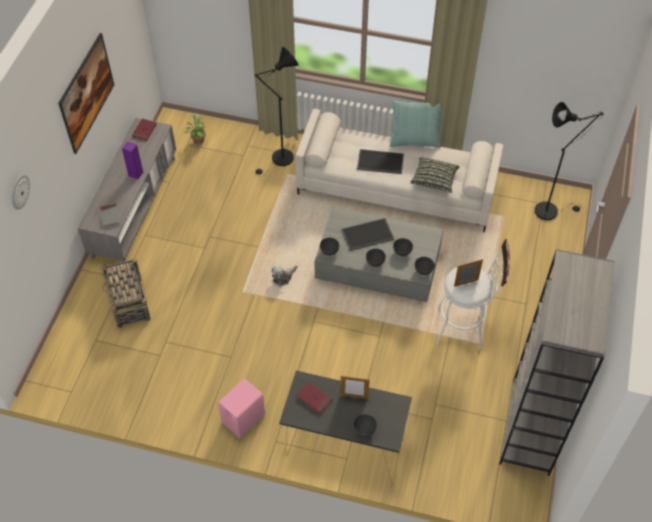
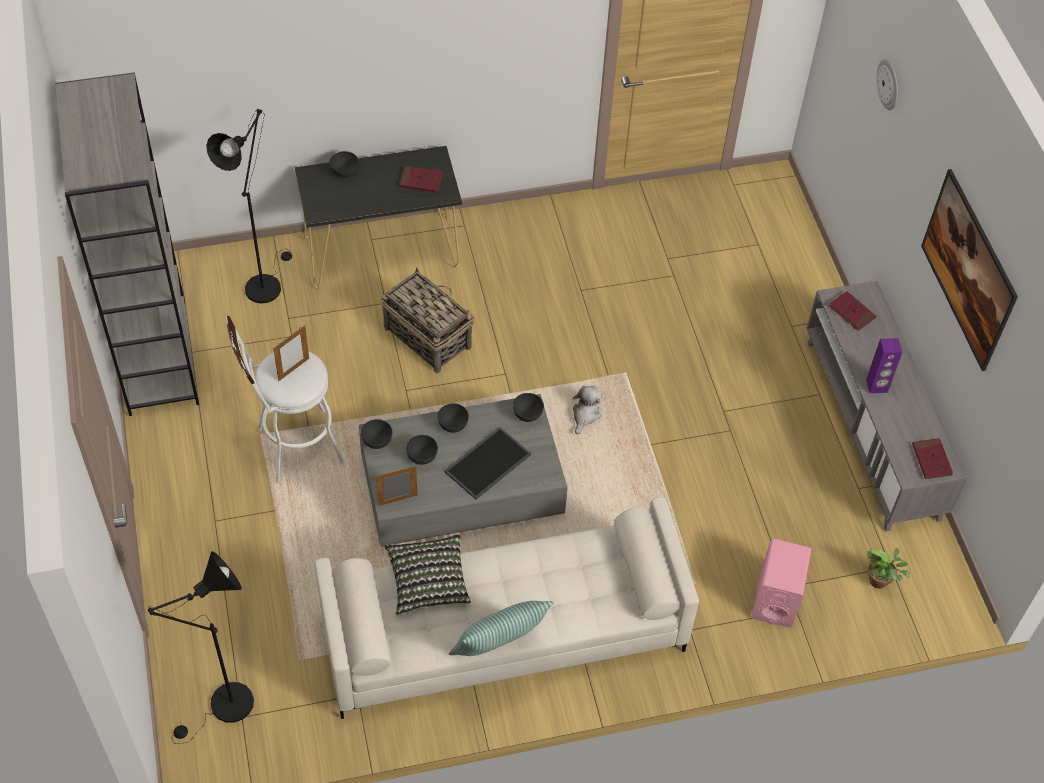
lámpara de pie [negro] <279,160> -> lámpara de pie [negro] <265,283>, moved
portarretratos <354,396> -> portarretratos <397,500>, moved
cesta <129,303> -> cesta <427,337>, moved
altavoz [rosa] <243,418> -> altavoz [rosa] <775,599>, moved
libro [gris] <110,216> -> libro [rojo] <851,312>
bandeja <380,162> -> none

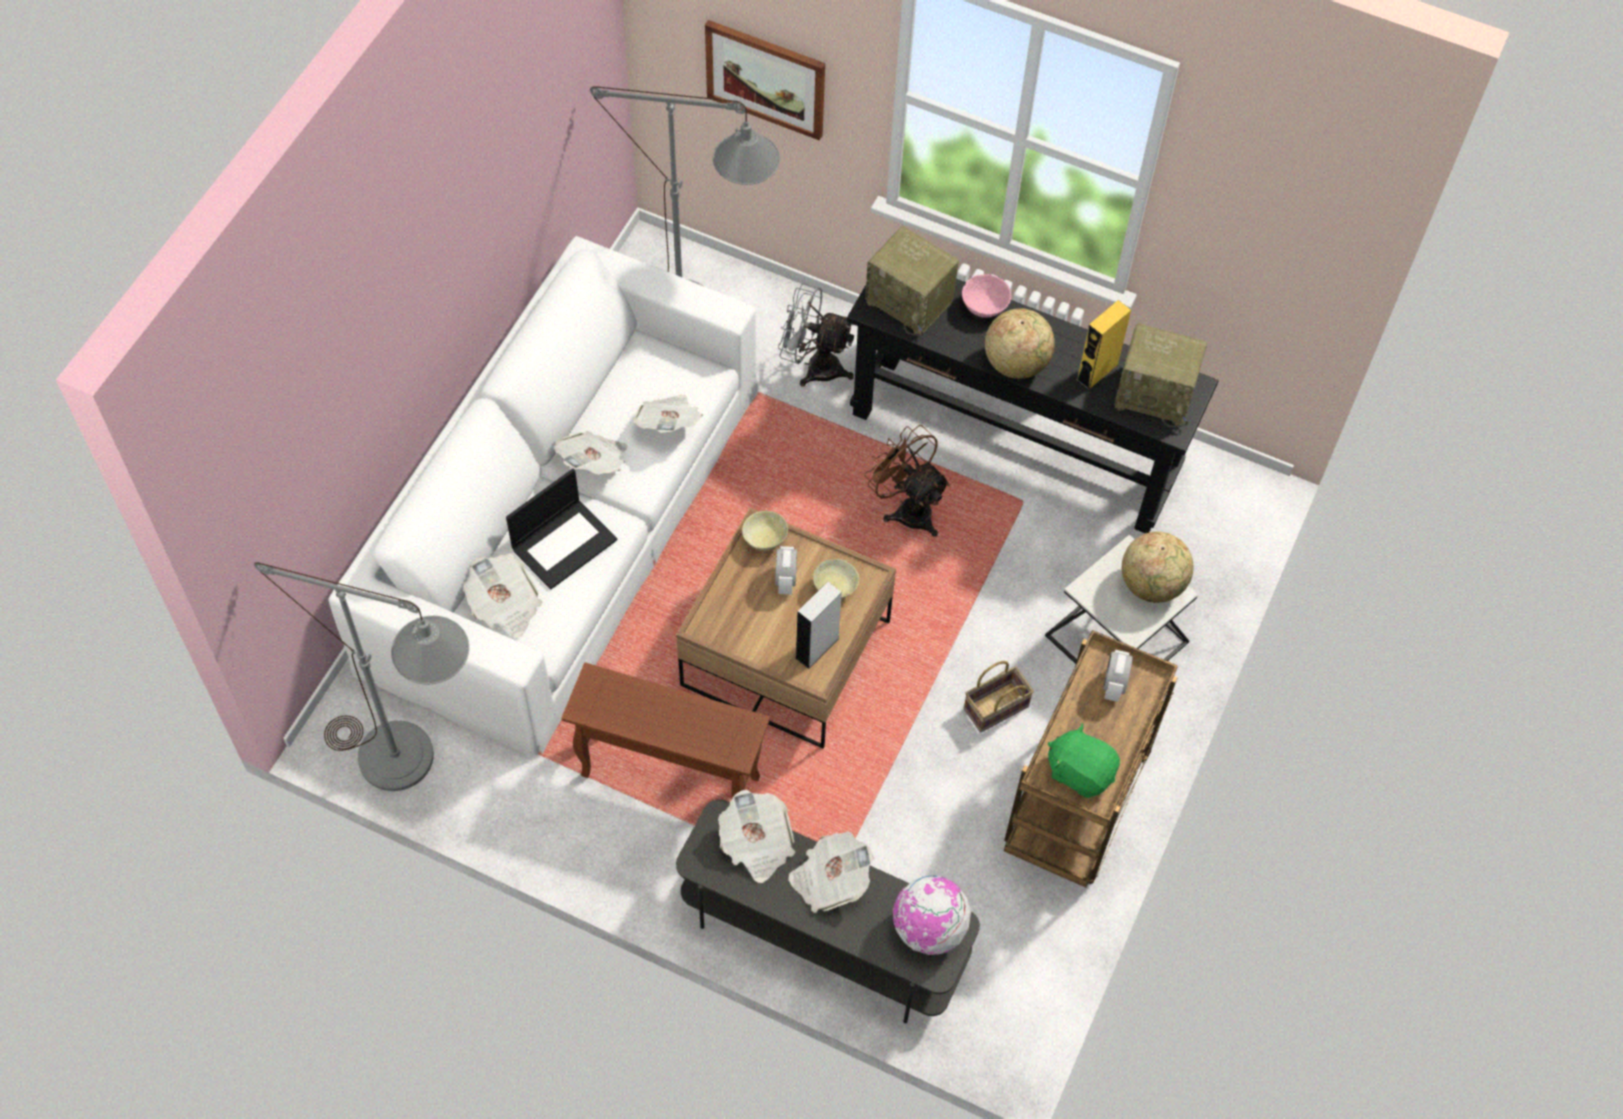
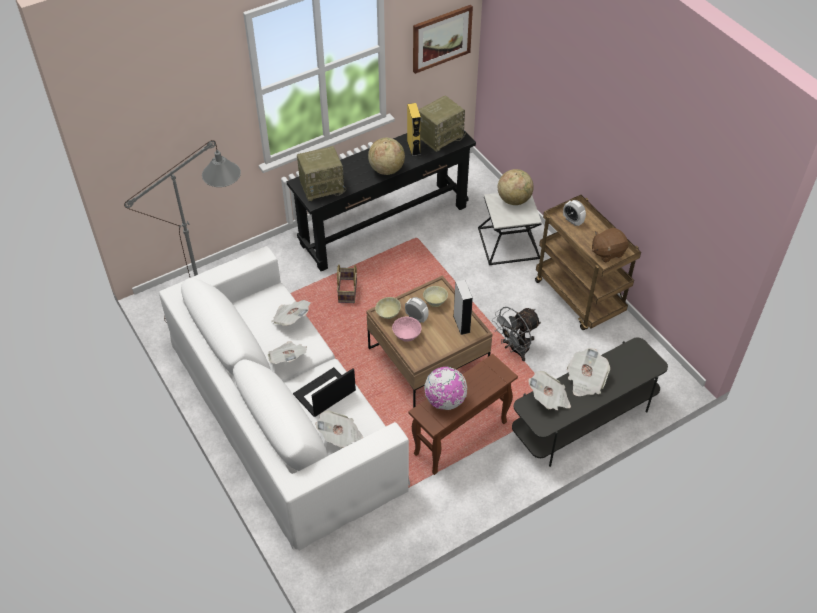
portátil <564,543> -> portátil <324,393>, 120 degrees counterclockwise
cesta <995,709> -> cesta <348,292>, moved
cuenco [rosa] <984,307> -> cuenco [rosa] <406,335>, moved
cuadro <766,78> -> cuadro <441,38>, moved
globo terráqueo <928,929> -> globo terráqueo <445,401>, moved
ventilador [gris] <814,366> -> ventilador [gris] <515,350>, moved
peluche [verde] <1080,771> -> peluche [marrón] <607,252>
lámpara de pie [gris] <415,766> -> none
ventilador [marrón] <907,508> -> none

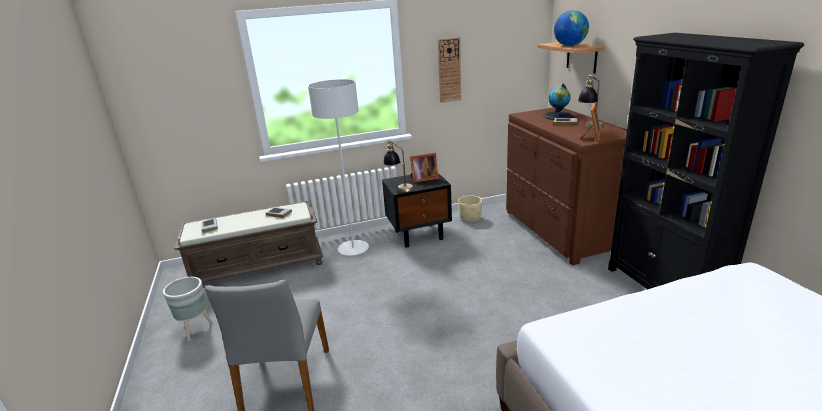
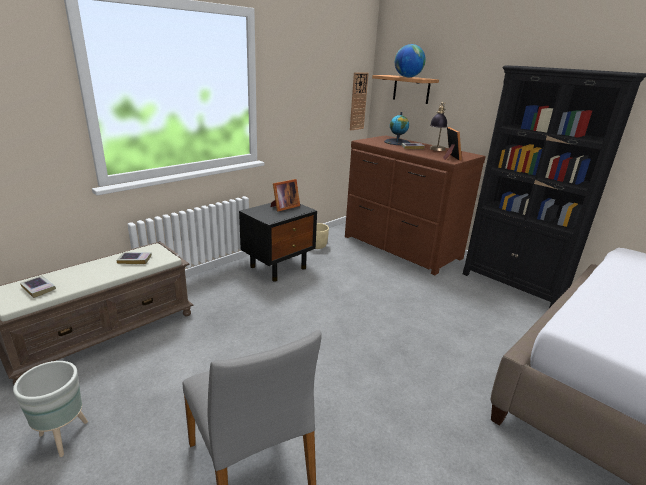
reloj de pared <449,70> -> reloj de pared <358,101>, moved
lámpara de pie [gris] <353,249> -> none
lámpara de mesa <399,187> -> none

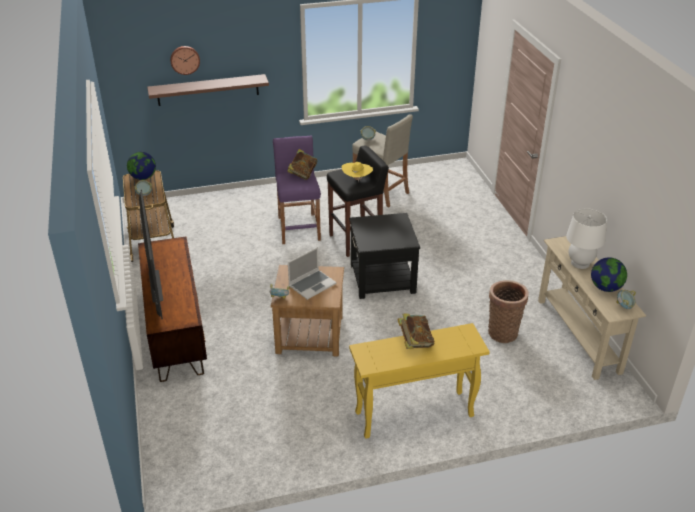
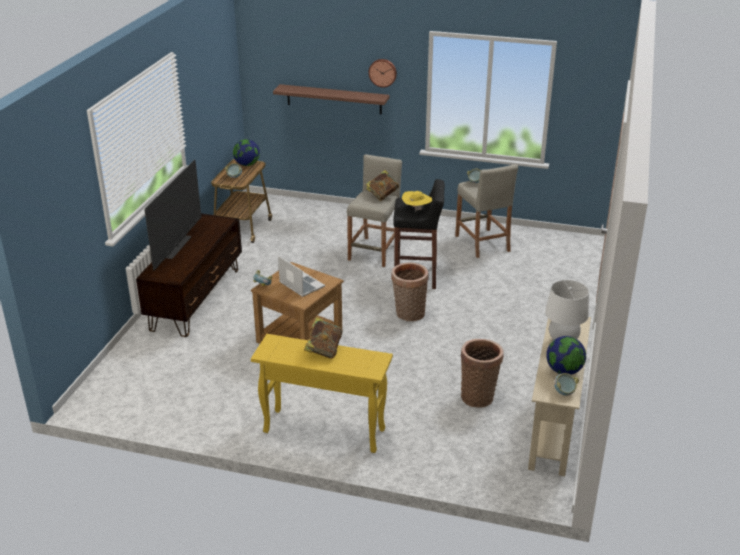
portátil <312,285> -> portátil <301,285>, 120 degrees counterclockwise
taburete [morado] <299,228> -> taburete [beis] <375,252>
reloj de pared <185,59> -> reloj de pared <383,72>, moved
mesa auxiliar [negro] <382,278> -> cesta <408,314>

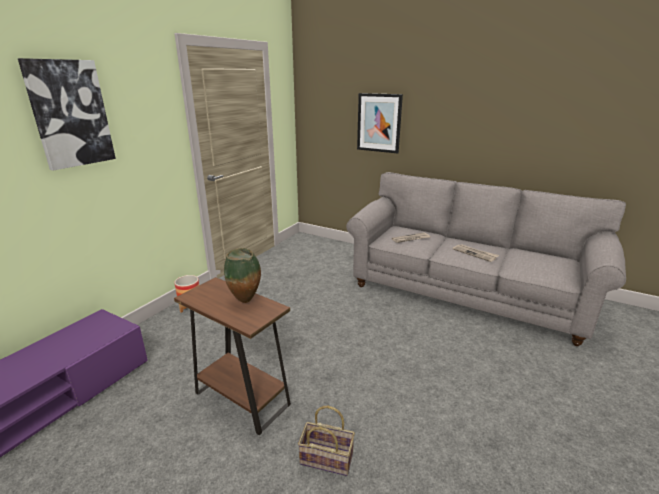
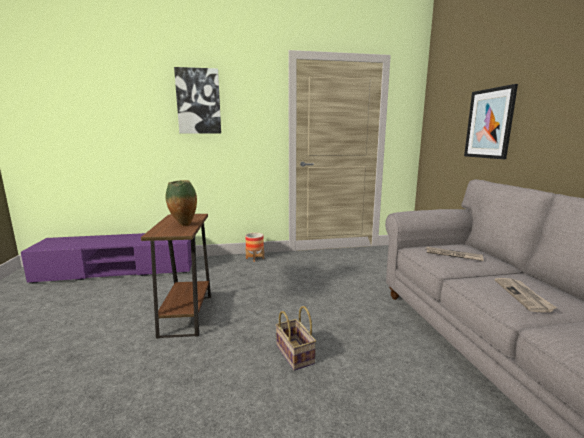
cesta <328,458> -> cesta <296,355>, moved

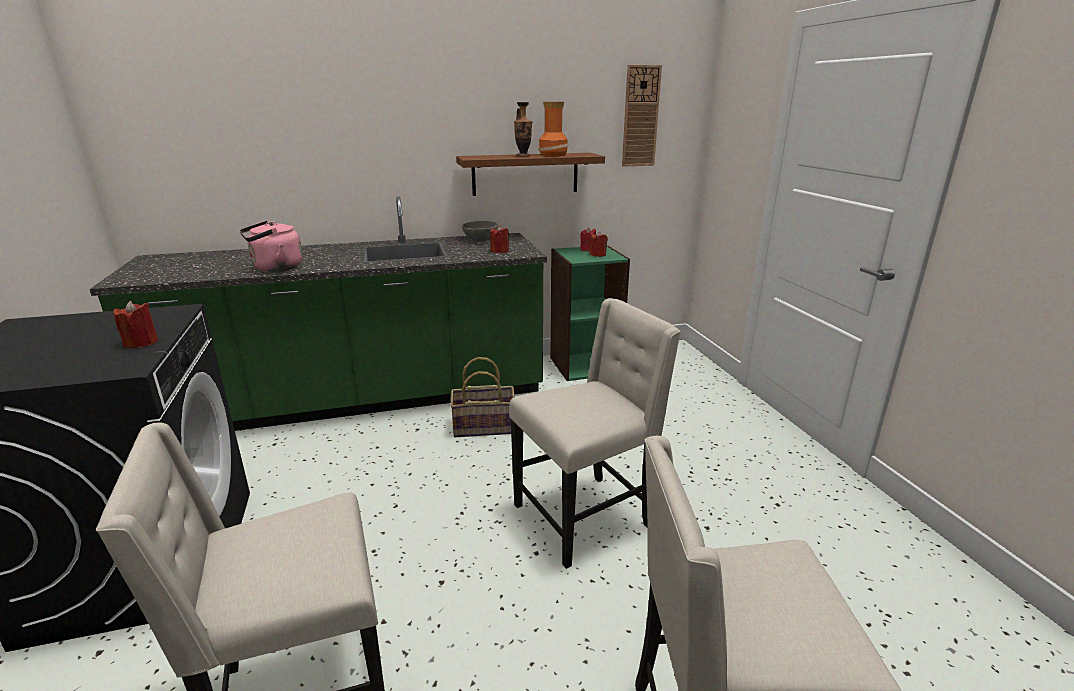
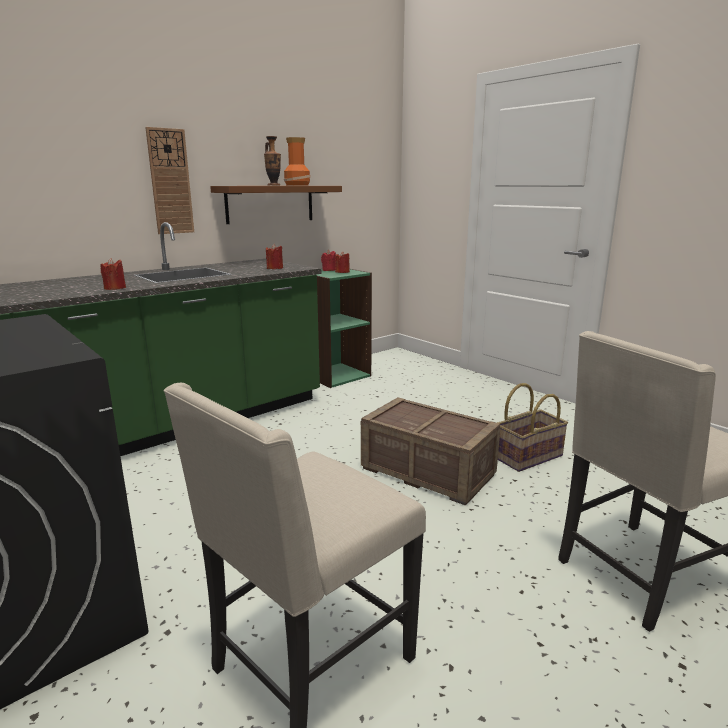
vela [rojo] <141,343> -> vela [rojo] <115,288>, moved
reloj de pared <640,117> -> reloj de pared <170,182>, moved
silla [beis] <585,516> -> caja de embalaje <428,471>
cesta <484,426> -> cesta <527,456>, moved
hervidor [rosa] <275,268> -> none
cuenco [gris] <481,240> -> none

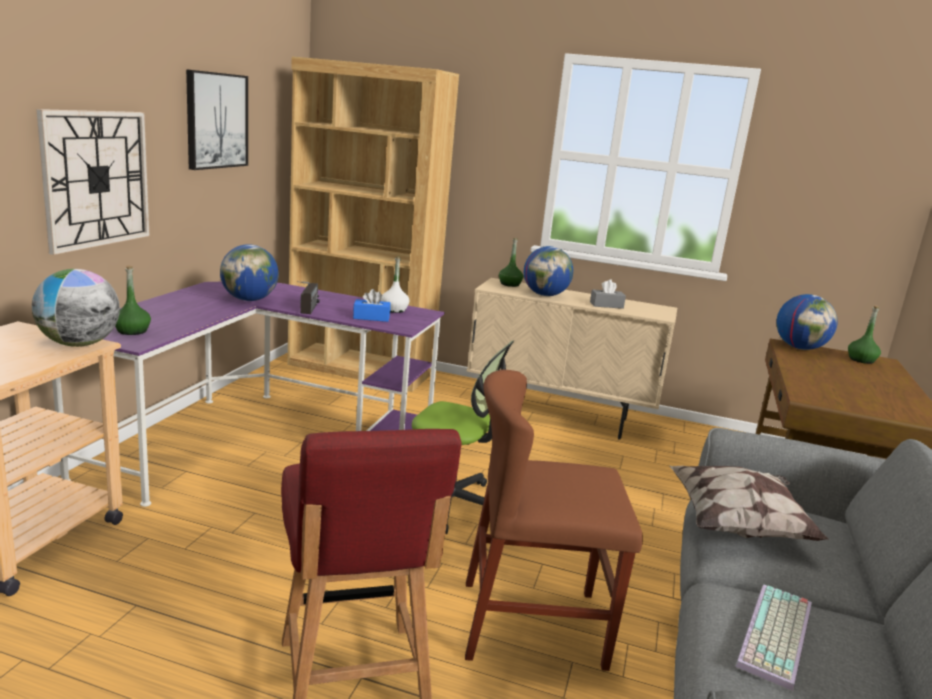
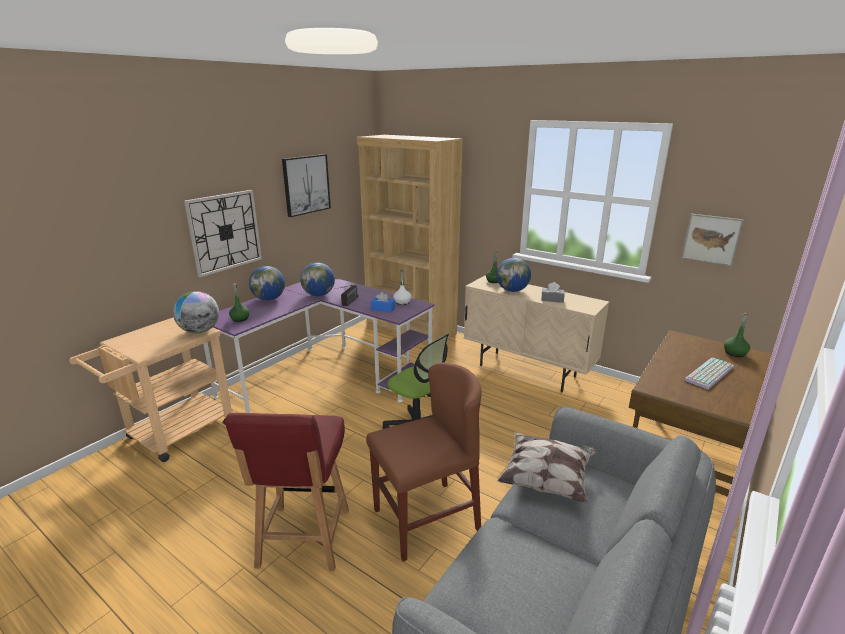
globo terráqueo <800,348> -> globo terráqueo <269,299>, moved
silla [marrón] <533,624> -> silla [marrón] <426,519>, 135 degrees clockwise
none -> cuadro <711,239>
teclado <778,637> -> teclado <710,374>, moved

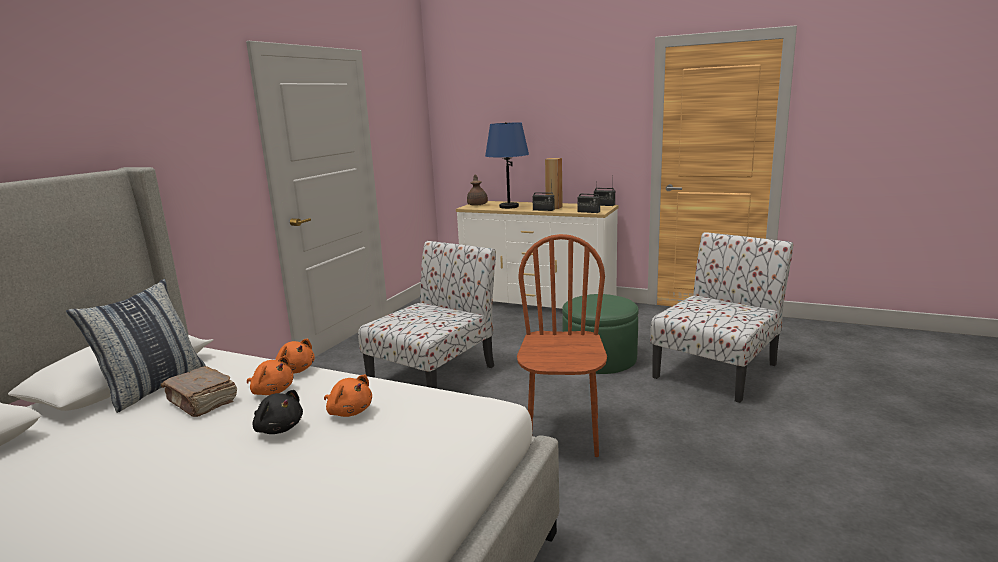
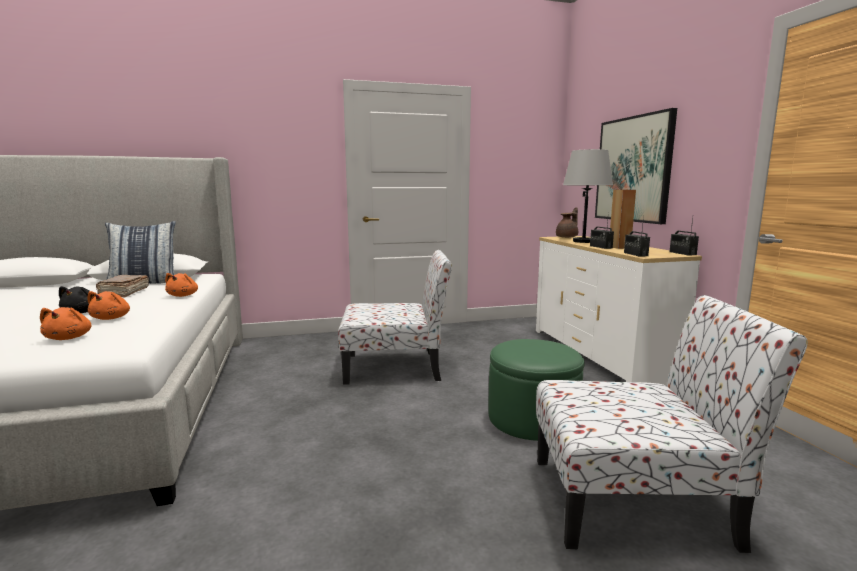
peluche [naranja] <272,391> -> peluche [naranja] <69,338>, moved
lámpara de mesa [azul] <508,206> -> lámpara de mesa [gris] <583,241>
none -> cuadro <633,169>
silla [marrón] <563,435> -> none

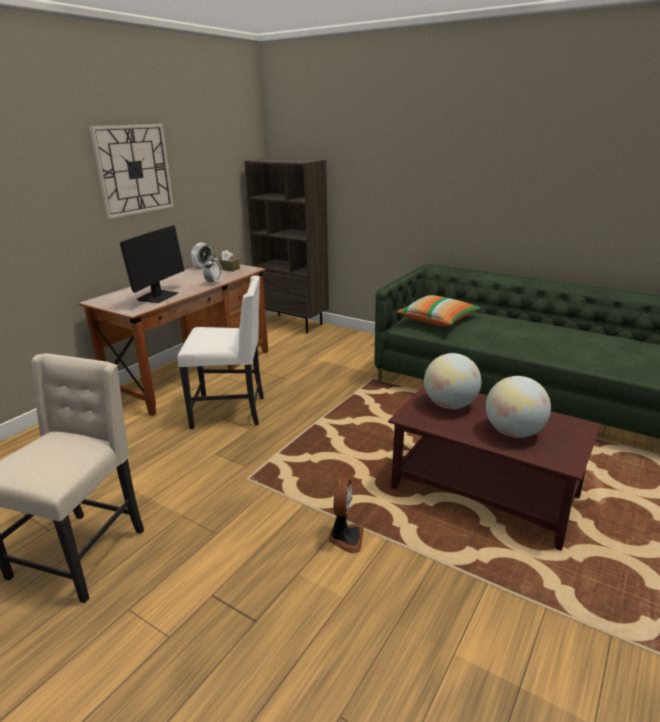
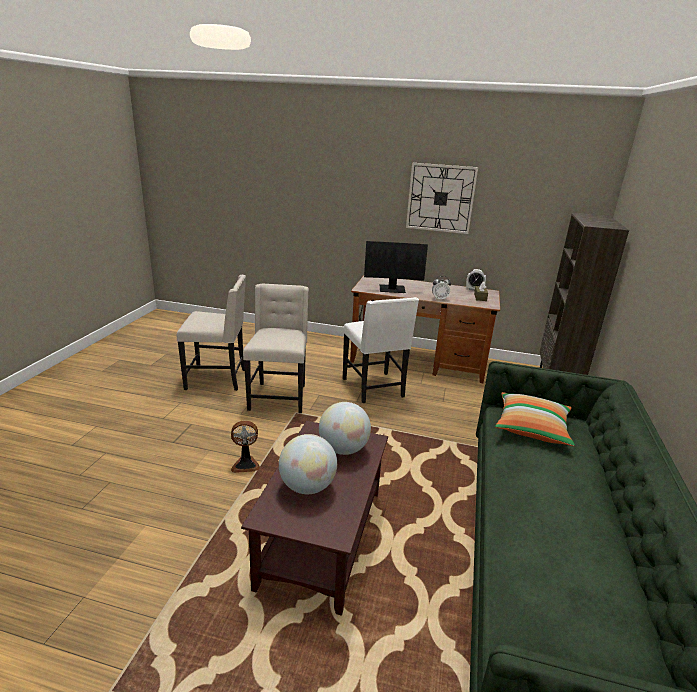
none -> silla [beis] <278,397>

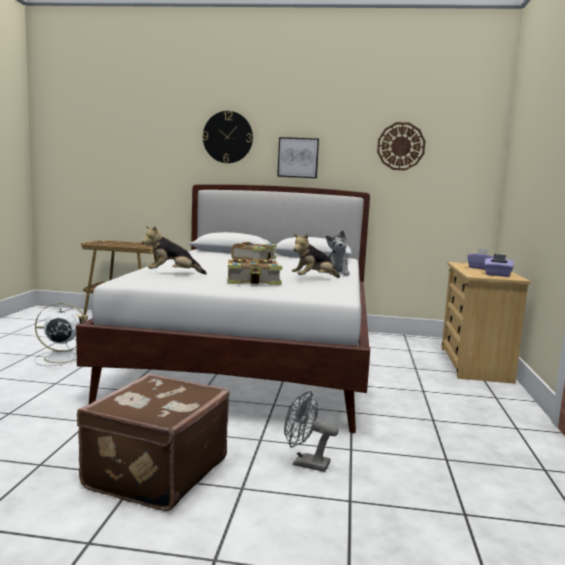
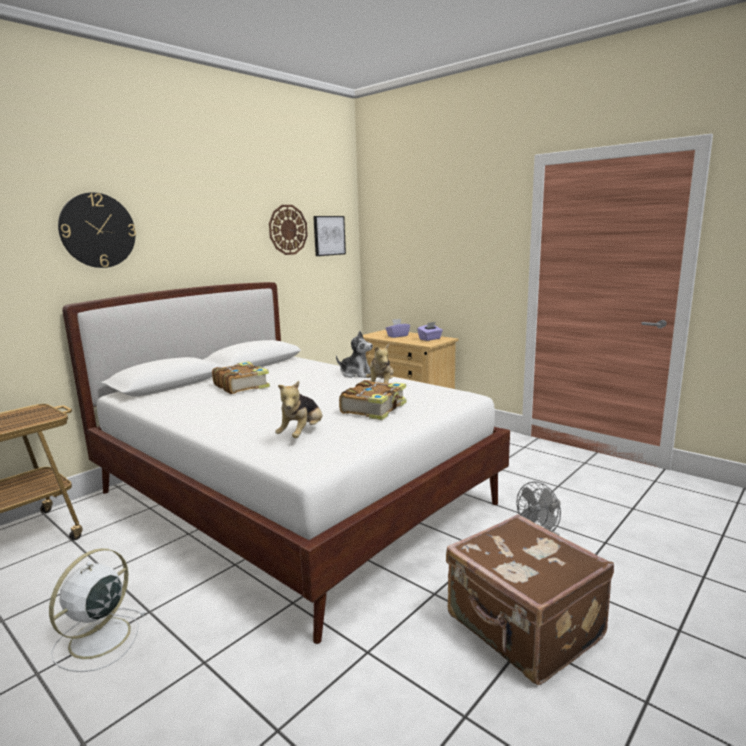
cuadro <298,158> -> cuadro <328,235>, moved

